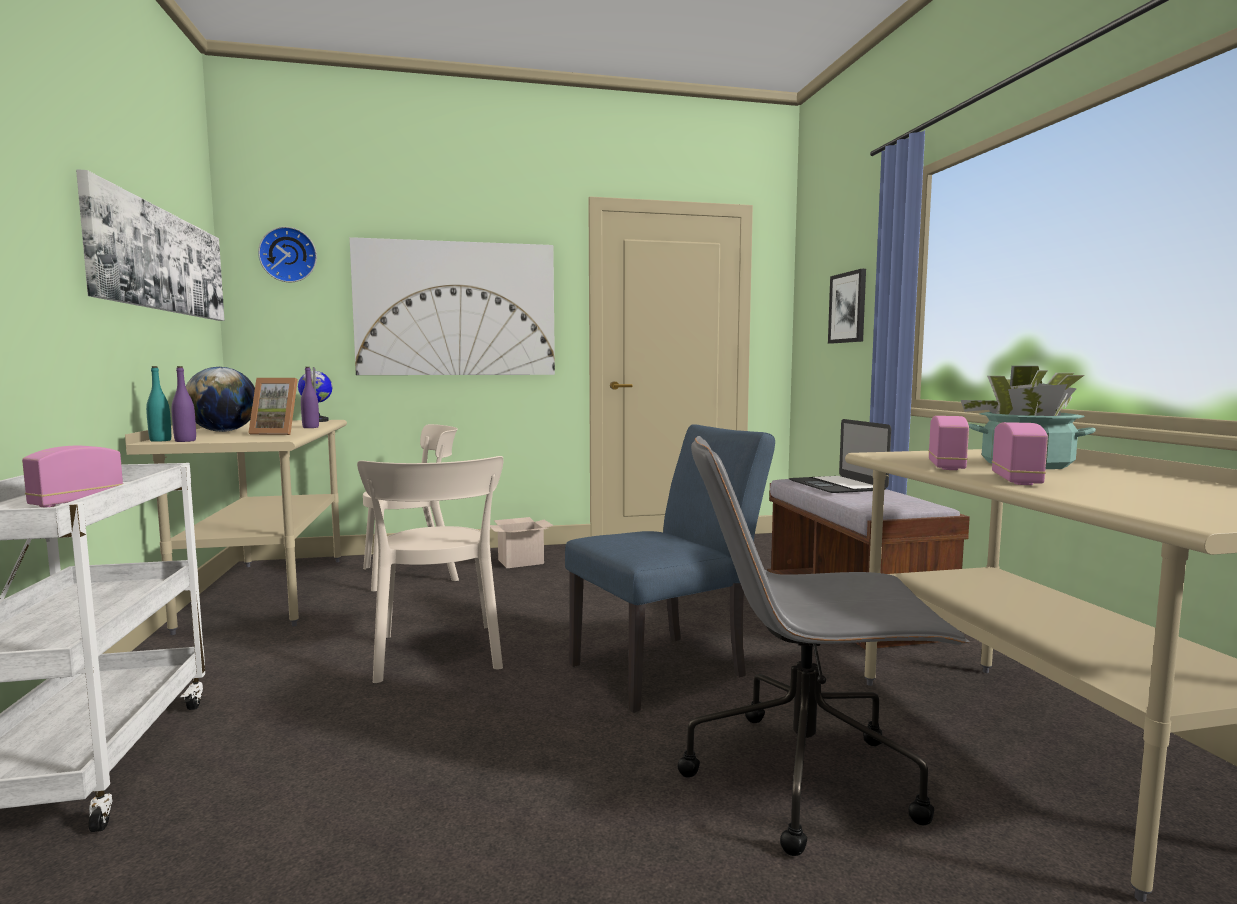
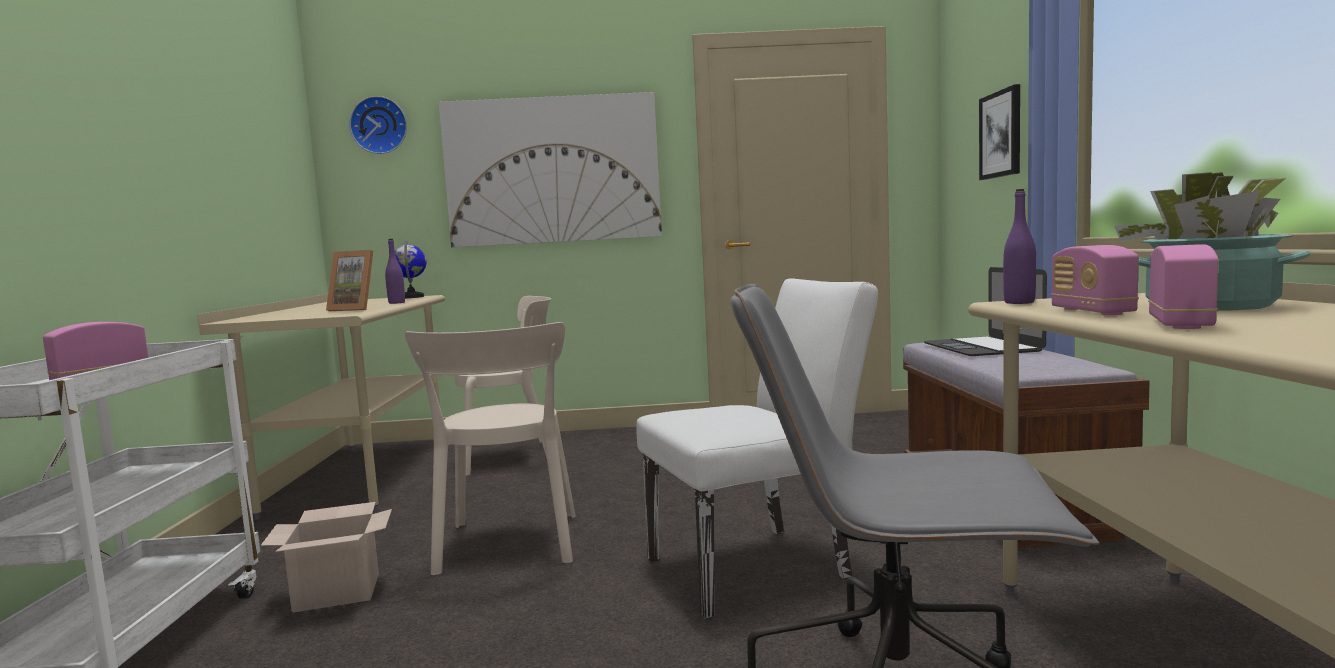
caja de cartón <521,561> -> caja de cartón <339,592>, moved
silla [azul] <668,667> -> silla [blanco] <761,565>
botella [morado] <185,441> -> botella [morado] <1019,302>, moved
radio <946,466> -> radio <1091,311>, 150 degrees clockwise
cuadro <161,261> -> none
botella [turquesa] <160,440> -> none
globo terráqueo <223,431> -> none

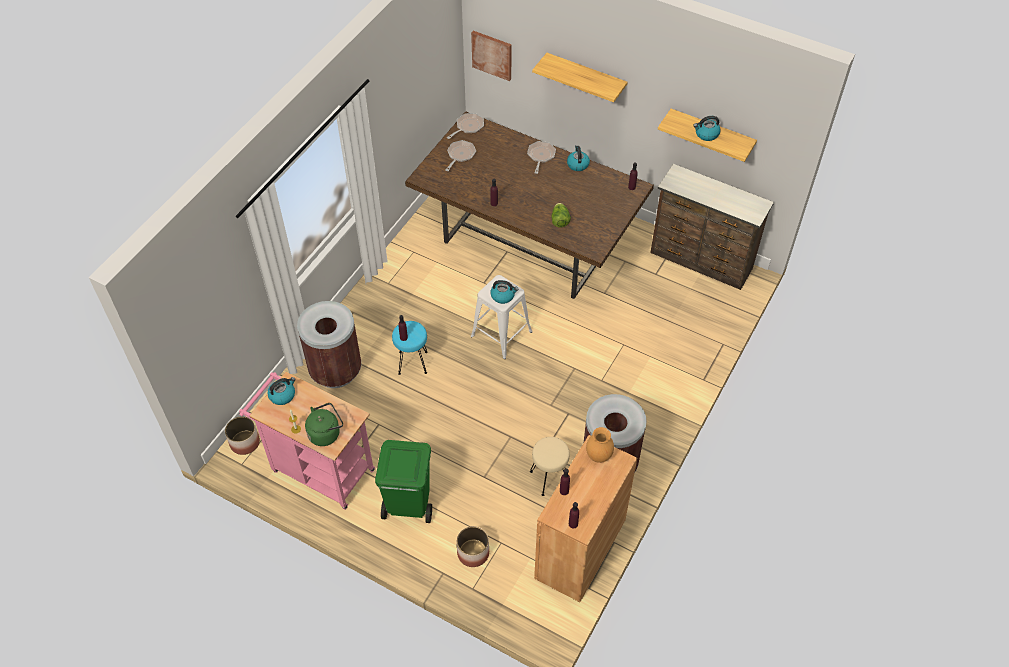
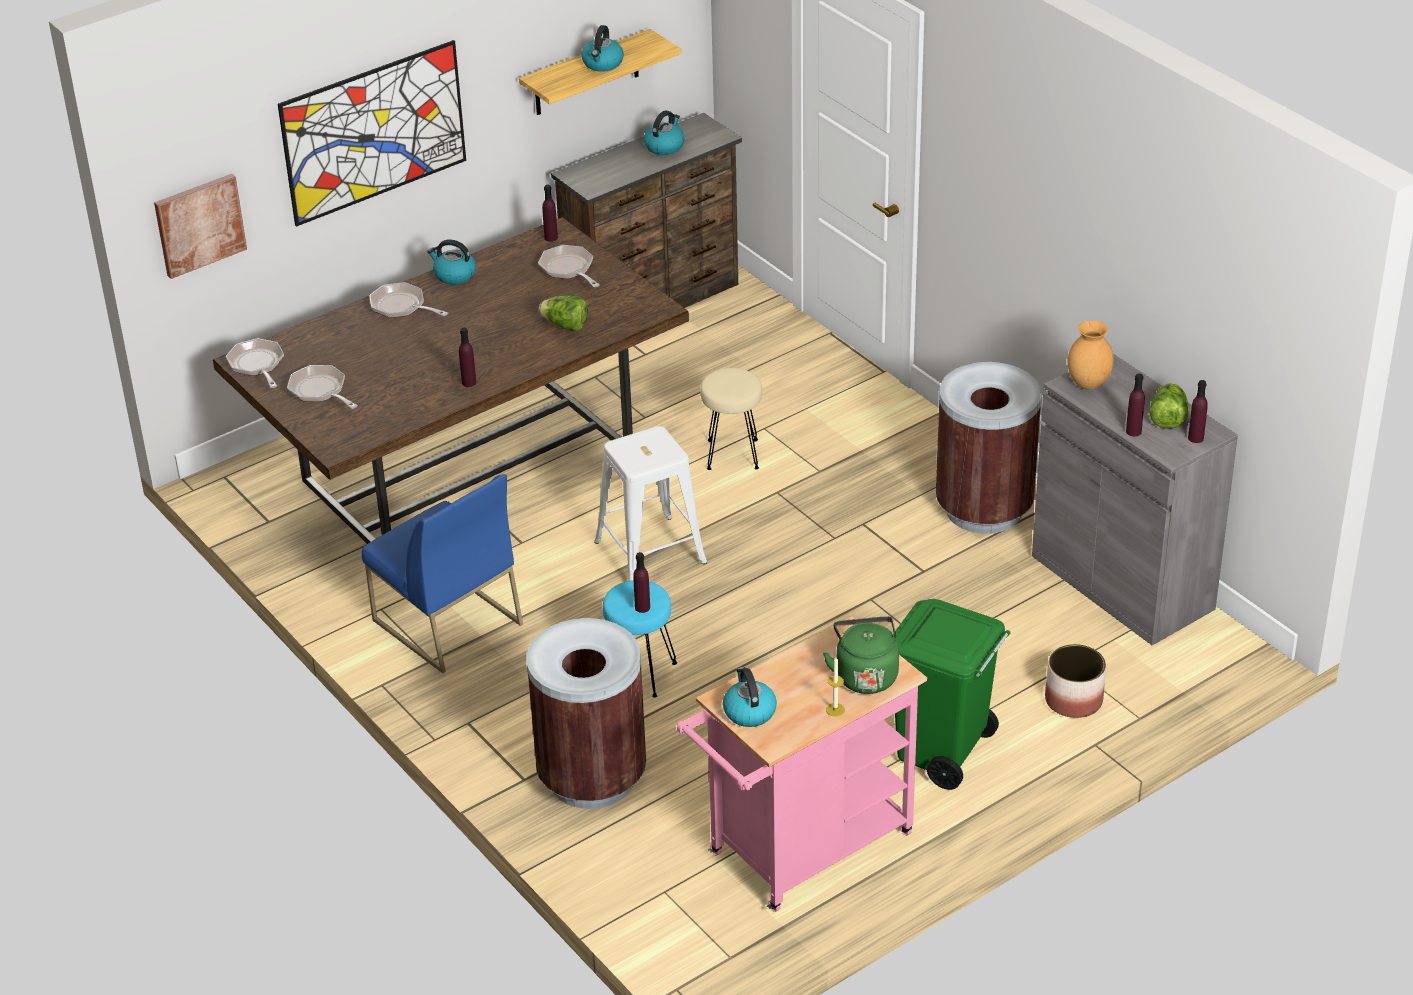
estante <585,77> -> cuadro <374,132>
none -> silla [azul] <445,622>
none -> sartén <569,269>
hervidor <503,296> -> hervidor <664,146>, moved
taburete [beis] <549,478> -> taburete [beis] <732,455>, moved
armario [marrón] <580,549> -> armario [gris] <1122,582>
none -> lechuga <1167,418>
maceta <244,442> -> none

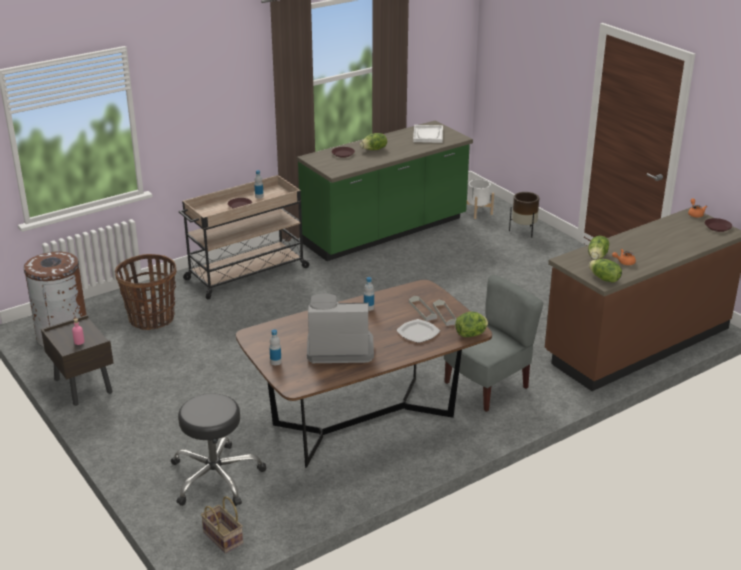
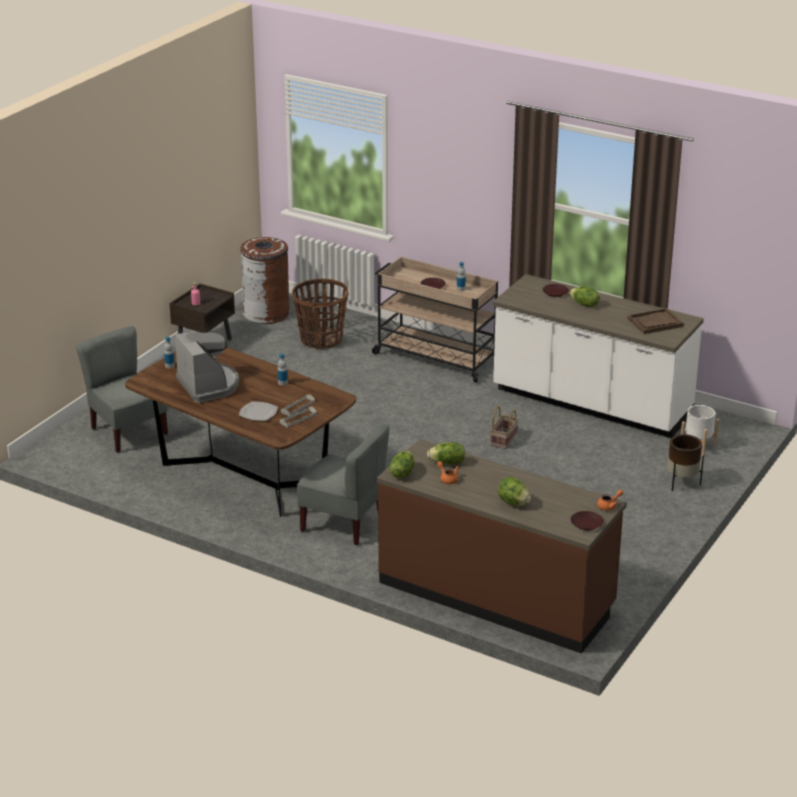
taburete [negro] <215,477> -> silla [gris] <127,432>
cesta <221,538> -> cesta <503,439>, moved
mueble bajo de cocina [verde] <385,232> -> mueble bajo de cocina [blanco] <591,404>
lechuga <471,335> -> lechuga <513,503>, moved
bandeja [blanco] <428,135> -> bandeja [marrón] <655,323>

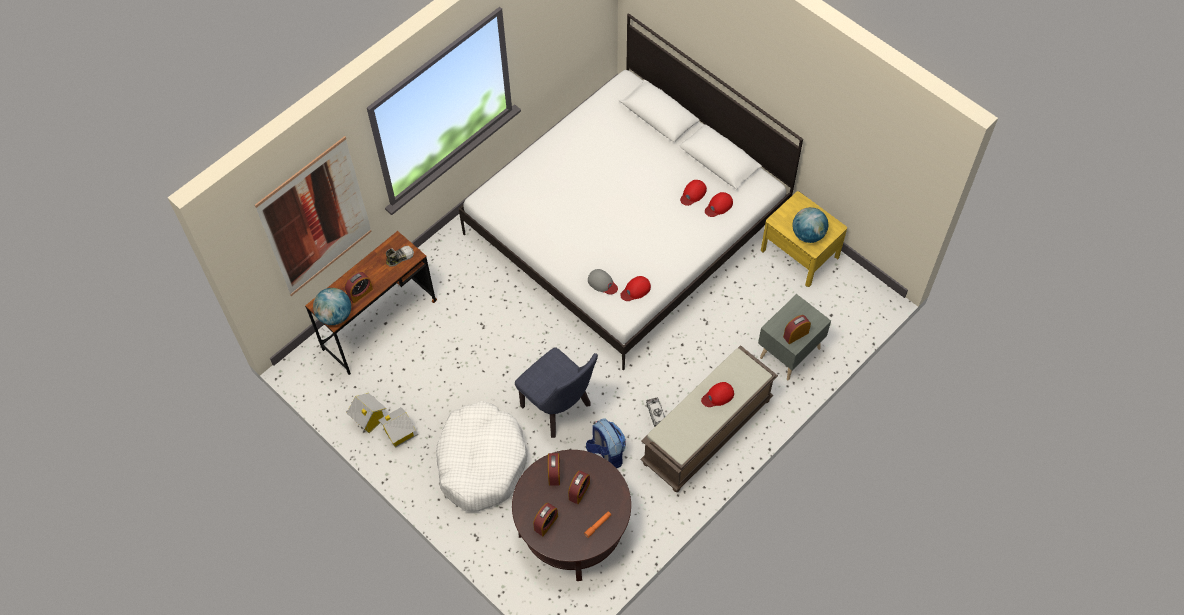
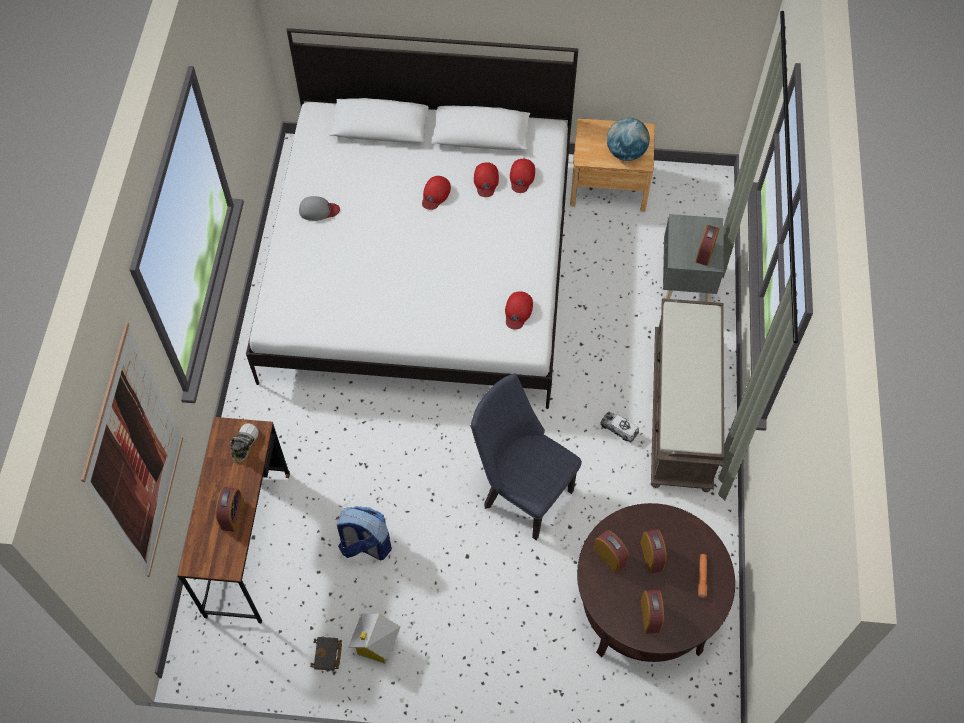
gorra [gris] <602,283> -> gorra [gris] <318,210>, moved
casita <368,419> -> libro [negro] <327,655>
mochila <606,453> -> mochila <365,545>, moved
gorra [rojo] <718,396> -> gorra [rojo] <435,194>, moved
silla [azul] <559,409> -> silla [azul] <522,493>, 150 degrees counterclockwise
mesita de noche [amarillo] <799,253> -> mesita de noche [marrón] <608,185>
globo terráqueo <335,315> -> none
cama para perro [blanco] <481,461> -> none

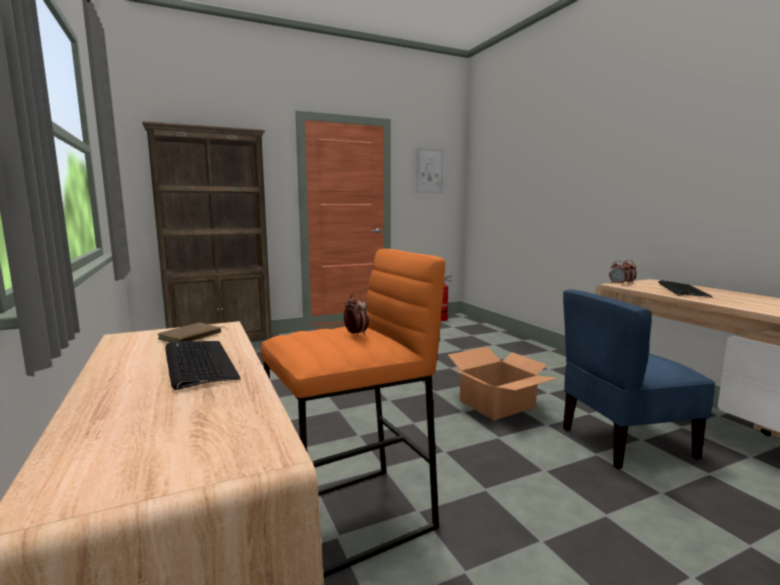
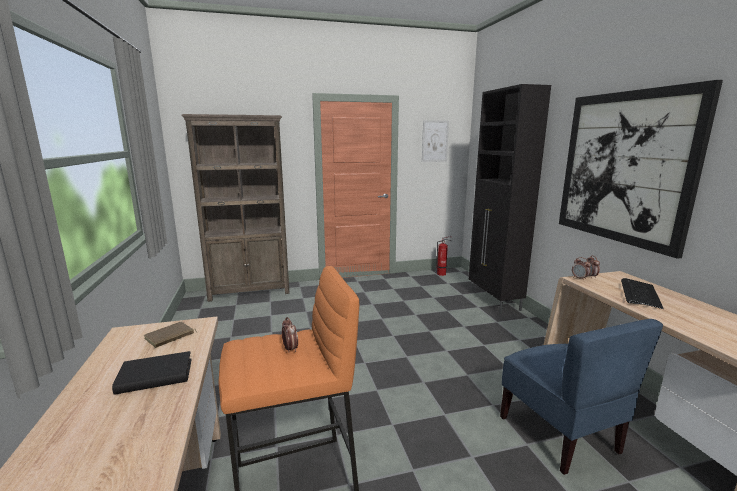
teclado <198,363> -> libro [negro] <155,376>
none -> armario [negro] <494,301>
silla [azul] <624,442> -> silla [azul] <559,434>, 105 degrees counterclockwise
none -> cuadro <624,168>
caja de cartón <497,404> -> none

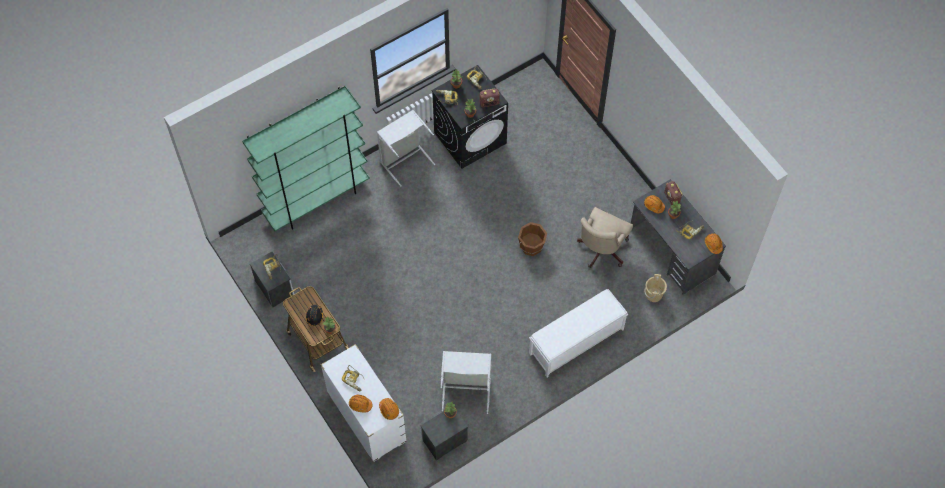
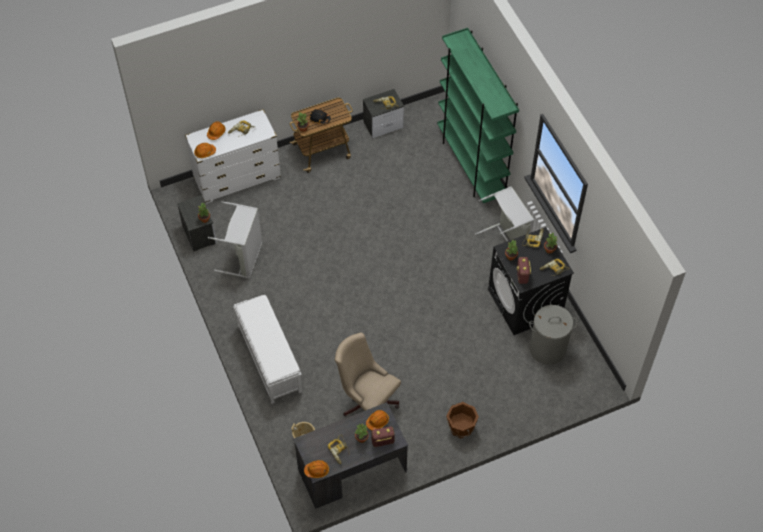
cubo [marrón] <531,246> -> cubo [marrón] <460,427>, moved
none -> cesto de la ropa [gris] <547,349>

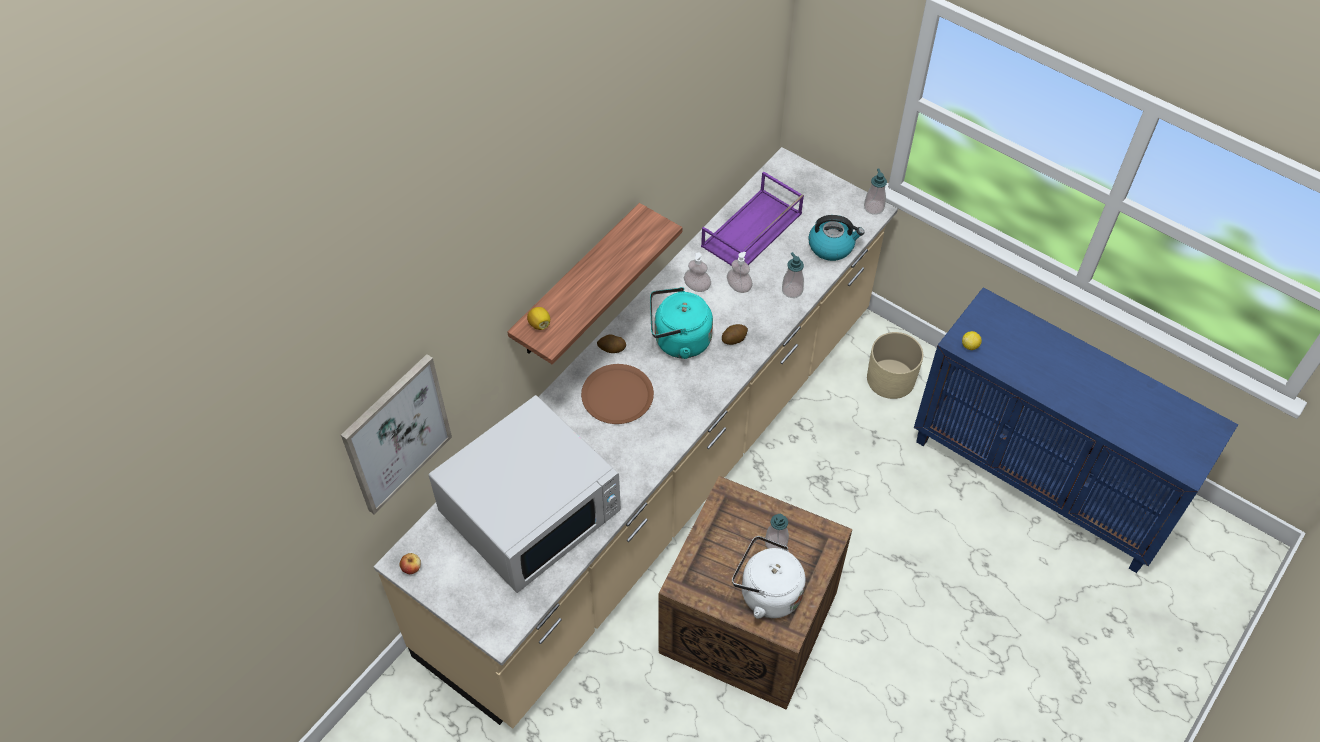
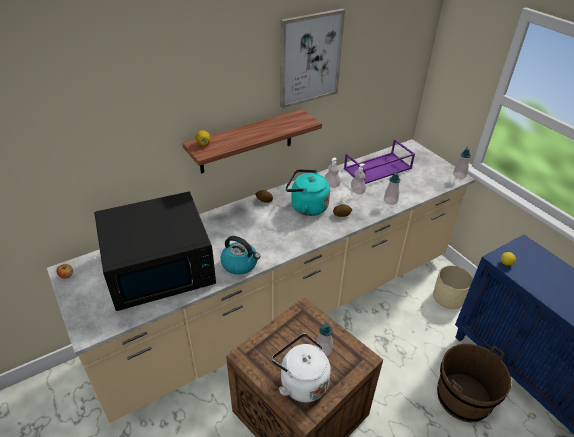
microondas [blanco] <531,511> -> microondas [negro] <160,267>
hervidor <832,246> -> hervidor <240,264>, moved
cuadro <396,433> -> cuadro <310,58>, moved
none -> cubo [marrón] <463,398>
plato [marrón] <617,395> -> none

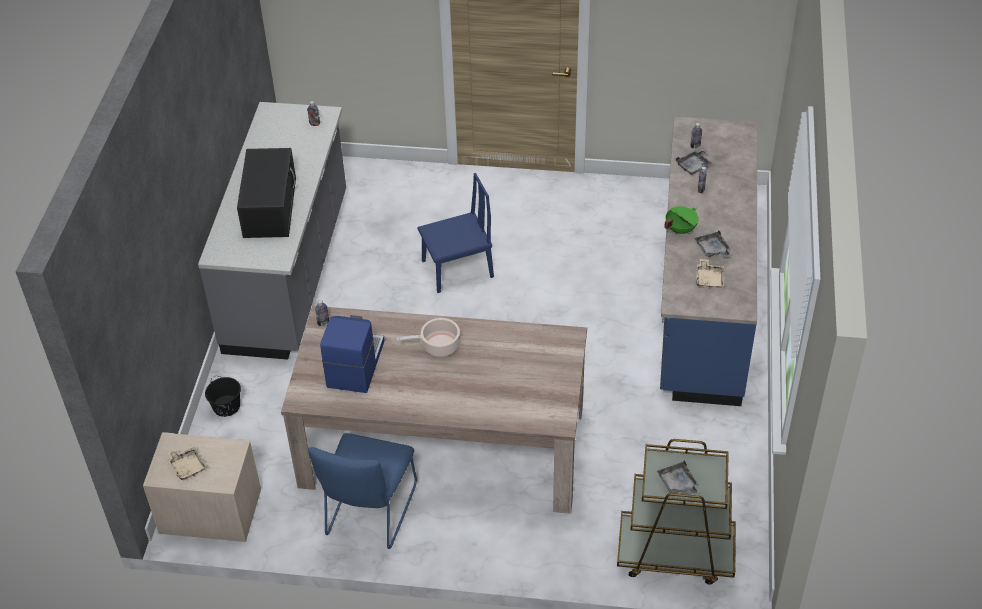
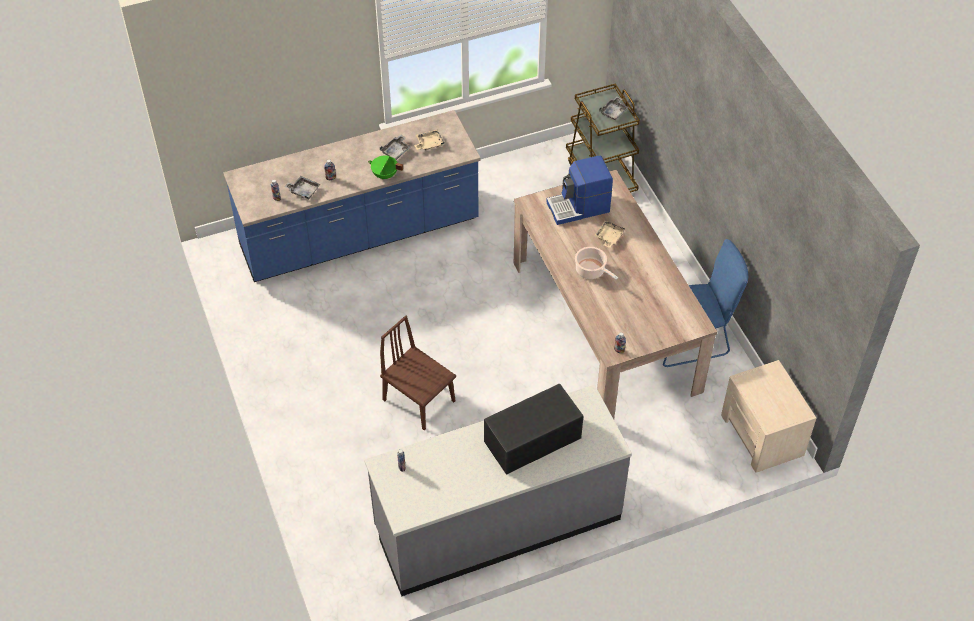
silla [azul] <457,269> -> silla [marrón] <419,400>
cafetera <354,364> -> cafetera <579,207>, moved
bandeja [beis] <187,466> -> bandeja [beis] <608,237>, moved
cubo [negro] <226,406> -> none

